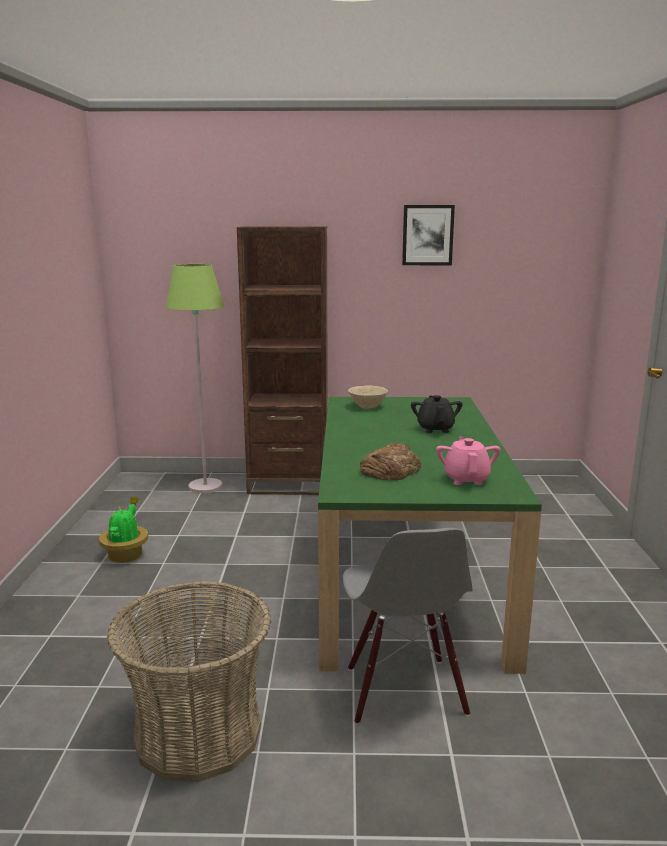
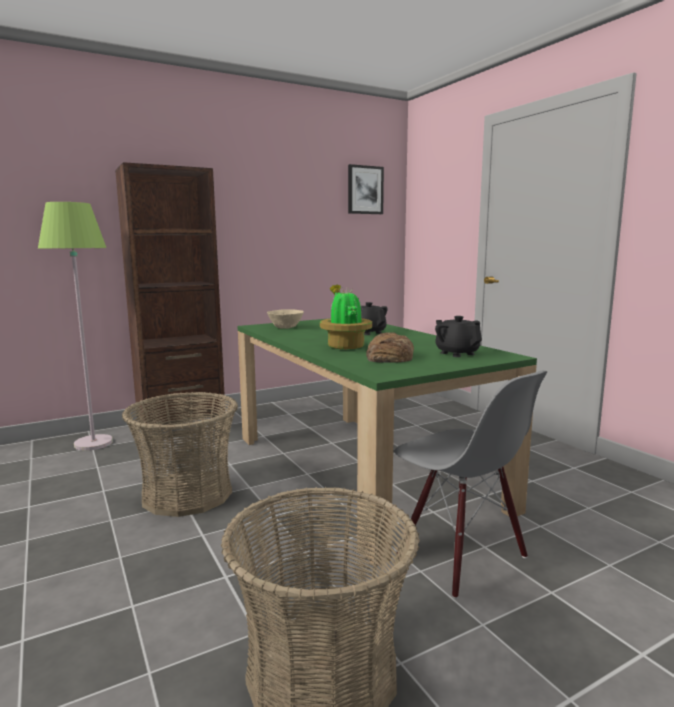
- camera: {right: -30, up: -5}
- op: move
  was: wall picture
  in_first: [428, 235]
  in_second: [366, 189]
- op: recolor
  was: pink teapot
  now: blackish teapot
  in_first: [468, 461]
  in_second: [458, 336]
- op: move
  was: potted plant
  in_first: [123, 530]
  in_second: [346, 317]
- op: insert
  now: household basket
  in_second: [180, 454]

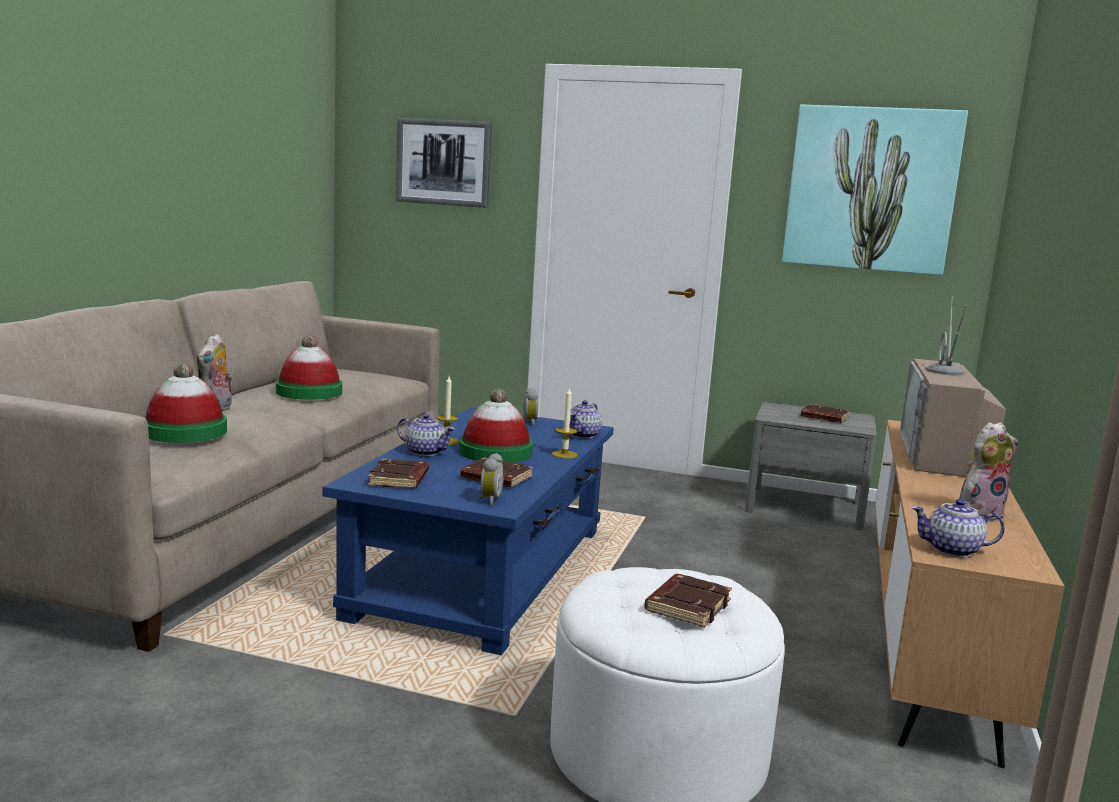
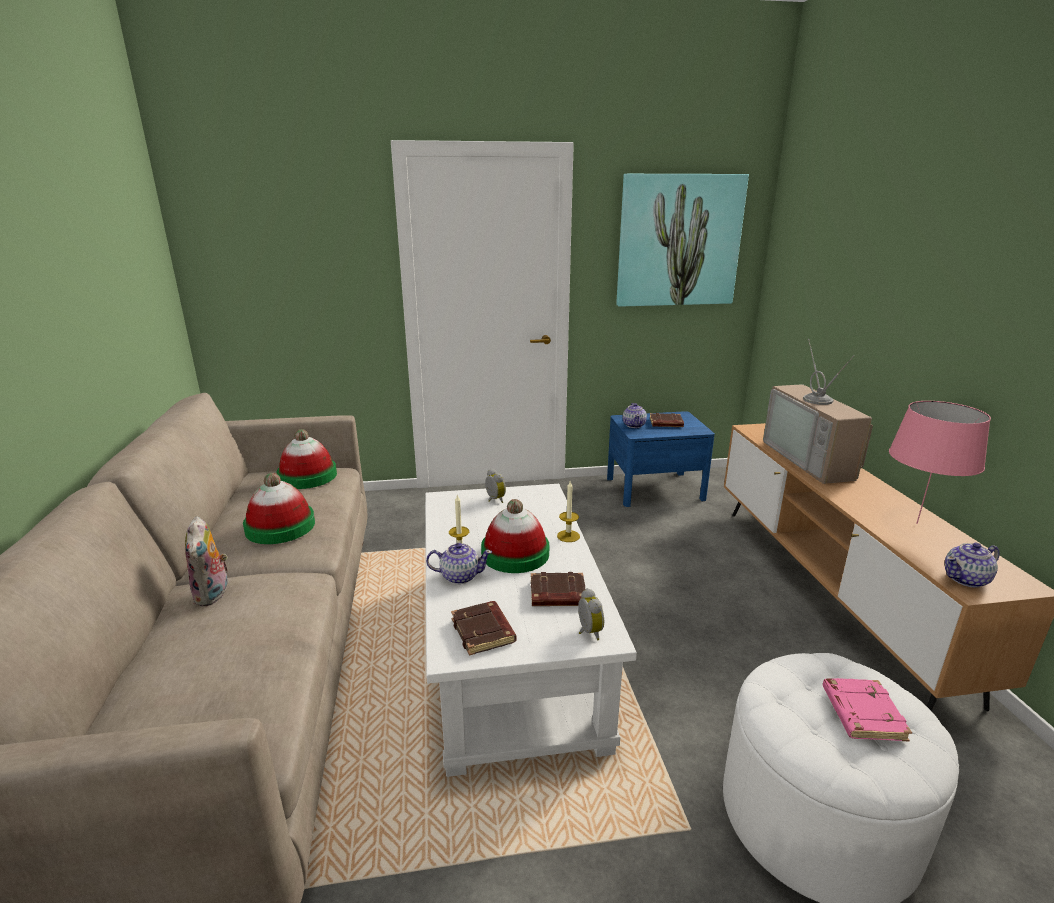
- camera: {right: -25, up: 10}
- op: delete
  was: wall picture
  in_first: [444, 163]
- op: move
  was: clothing hat
  in_first: [186, 403]
  in_second: [307, 459]
- op: move
  was: teapot
  in_first: [585, 419]
  in_second: [635, 415]
- op: recolor
  was: greyish bedside table
  now: bluish bedside table
  in_first: [811, 466]
  in_second: [661, 459]
- op: recolor
  was: bluish low table
  now: white low table
  in_first: [468, 531]
  in_second: [531, 630]
- op: replace
  was: soft toy
  now: pink tabletop lamp
  in_first: [988, 471]
  in_second: [940, 462]
- op: recolor
  was: brown bound book
  now: pink bound book
  in_first: [688, 601]
  in_second: [867, 709]

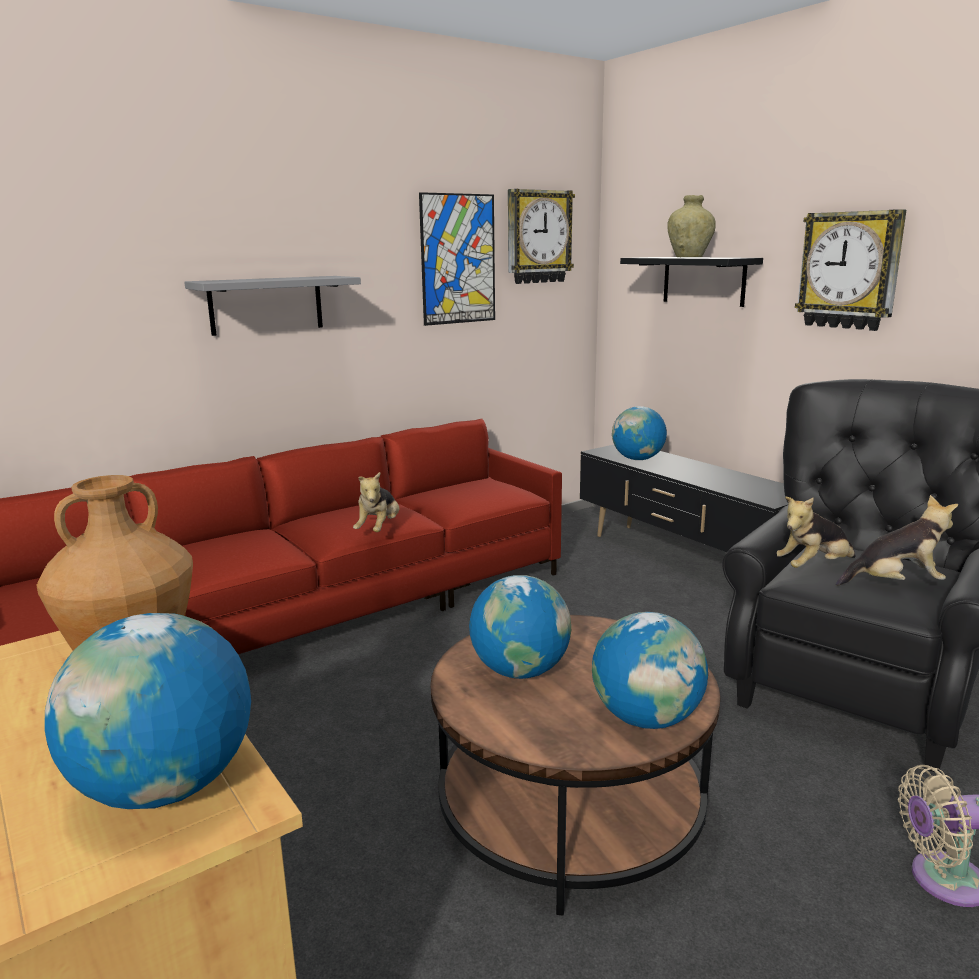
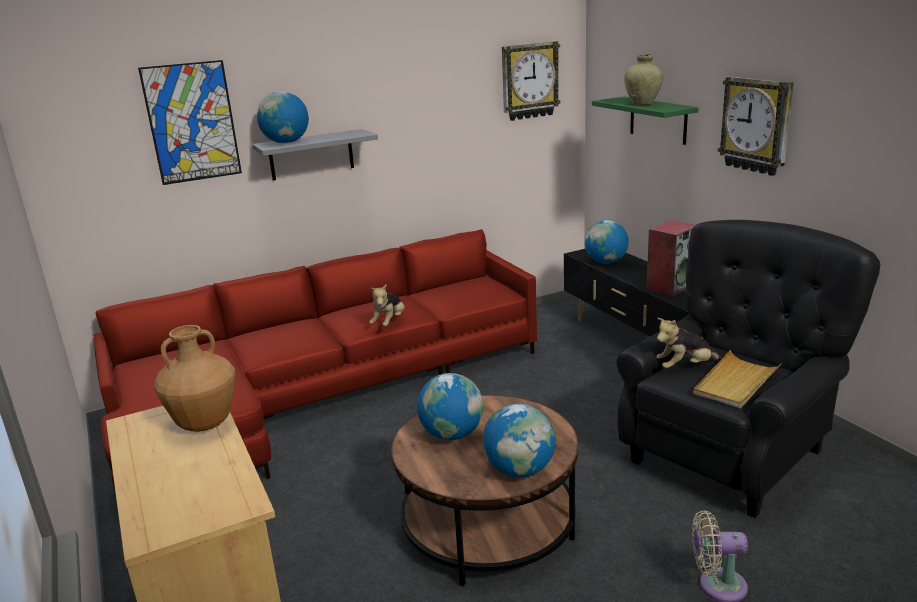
- camera: {right: 10, up: 5}
- op: move
  was: wall picture
  in_first: [457, 259]
  in_second: [190, 122]
- op: recolor
  was: blackish bracket shelf
  now: green bracket shelf
  in_first: [691, 282]
  in_second: [645, 120]
- op: replace
  was: soft toy
  now: beige serving tray
  in_first: [897, 540]
  in_second: [737, 379]
- op: move
  was: desk globe
  in_first: [148, 711]
  in_second: [283, 117]
- op: insert
  now: speaker
  in_second: [671, 258]

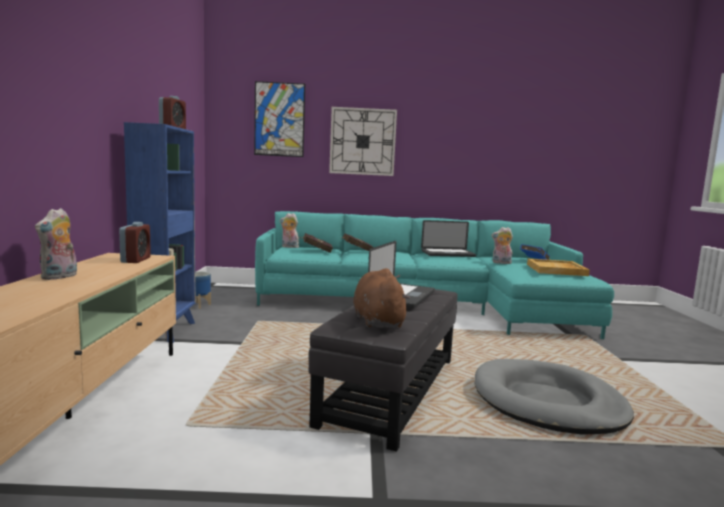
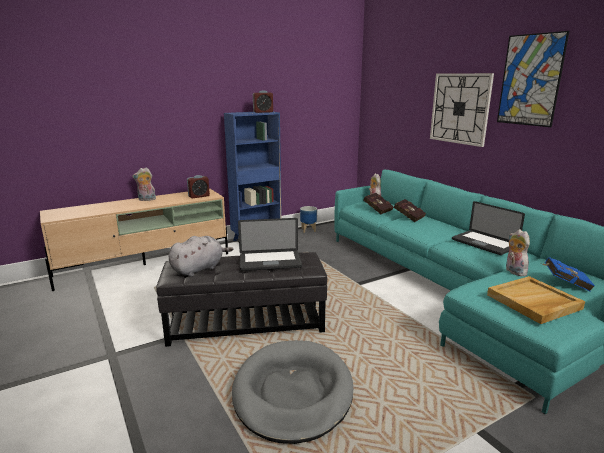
- camera: {right: 60, up: 10}
- op: move
  was: wall picture
  in_first: [279, 119]
  in_second: [533, 79]
- op: recolor
  was: brown soft toy
  now: greyish soft toy
  in_first: [381, 298]
  in_second: [201, 256]

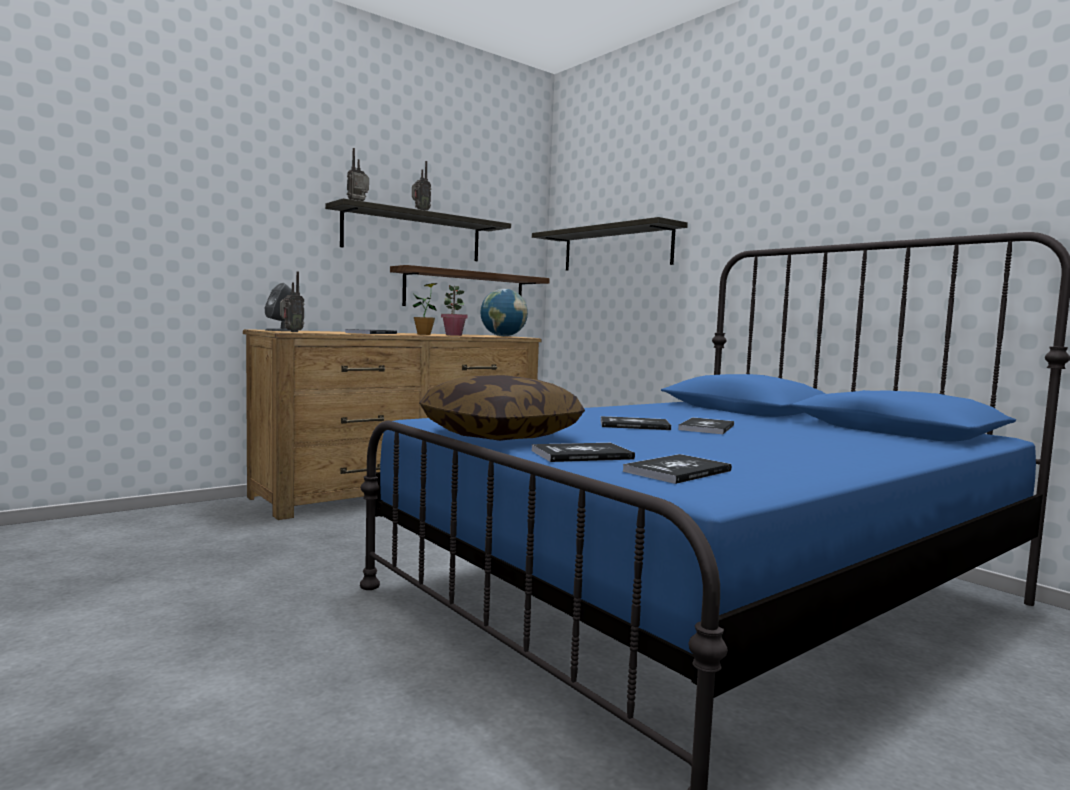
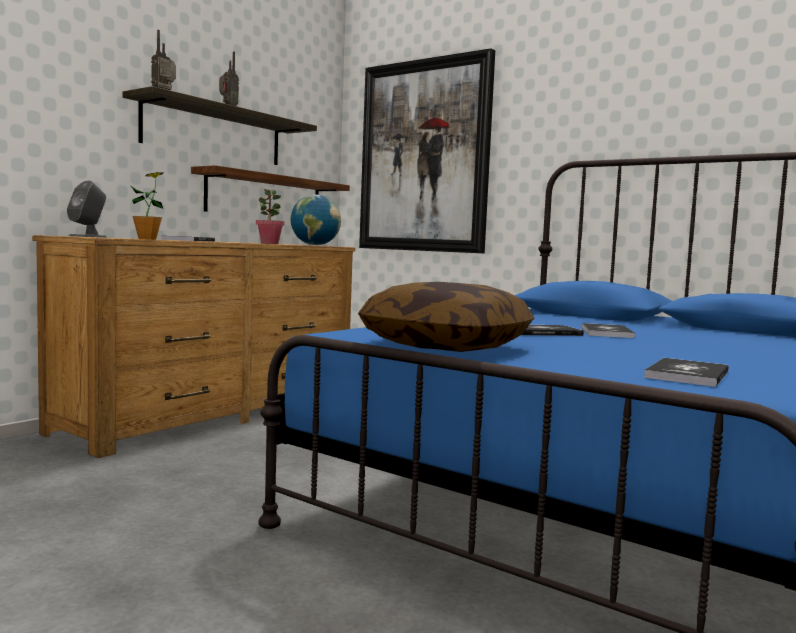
- camera: {right: -15, up: 0}
- op: replace
  was: bracket shelf
  now: wall picture
  in_first: [610, 244]
  in_second: [427, 150]
- op: delete
  was: radio set
  in_first: [292, 302]
- op: move
  was: potted plant
  in_first: [425, 309]
  in_second: [146, 206]
- op: delete
  was: bound book
  in_first: [583, 452]

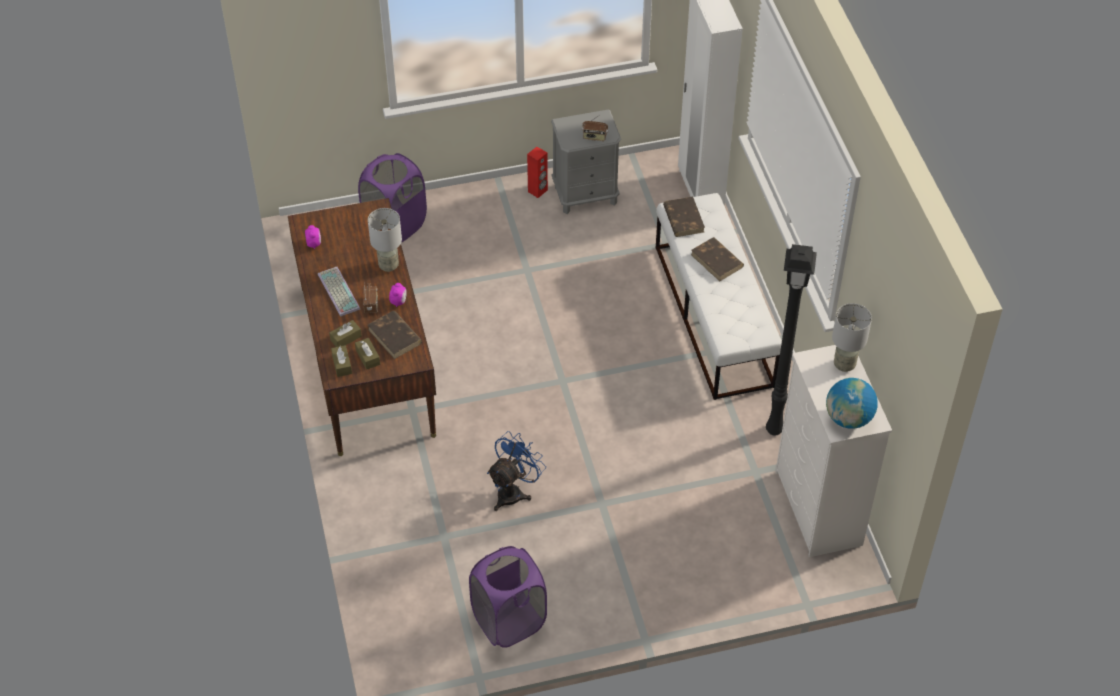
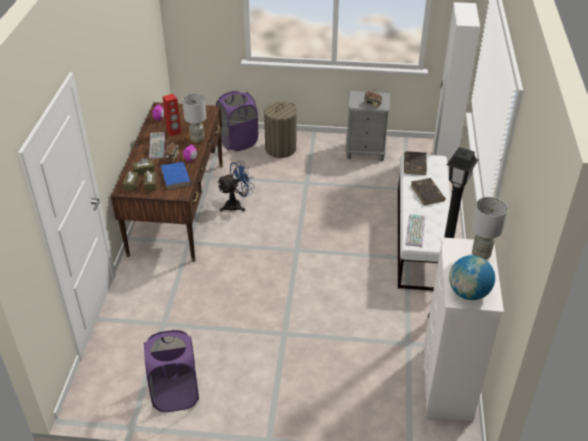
- camera: {right: 20, up: -10}
- op: move
  was: reddish speaker
  in_first: [537, 172]
  in_second: [171, 115]
- op: recolor
  was: brown bound book
  now: bluish bound book
  in_first: [395, 335]
  in_second: [176, 176]
- op: move
  was: bluish electric fan
  in_first: [516, 471]
  in_second: [236, 186]
- op: insert
  now: hamper
  in_second: [280, 130]
- op: insert
  now: keyboard
  in_second: [415, 230]

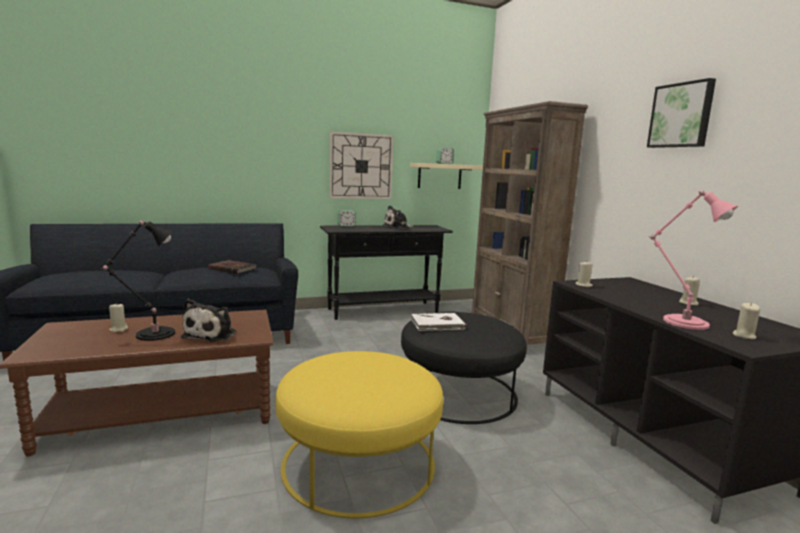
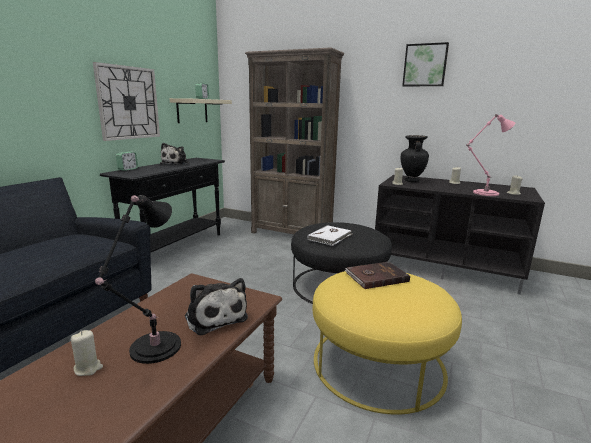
- camera: {right: -45, up: 5}
- op: move
  was: brown bound book
  in_first: [233, 267]
  in_second: [377, 275]
- op: insert
  now: blackish decorative vase
  in_second: [415, 158]

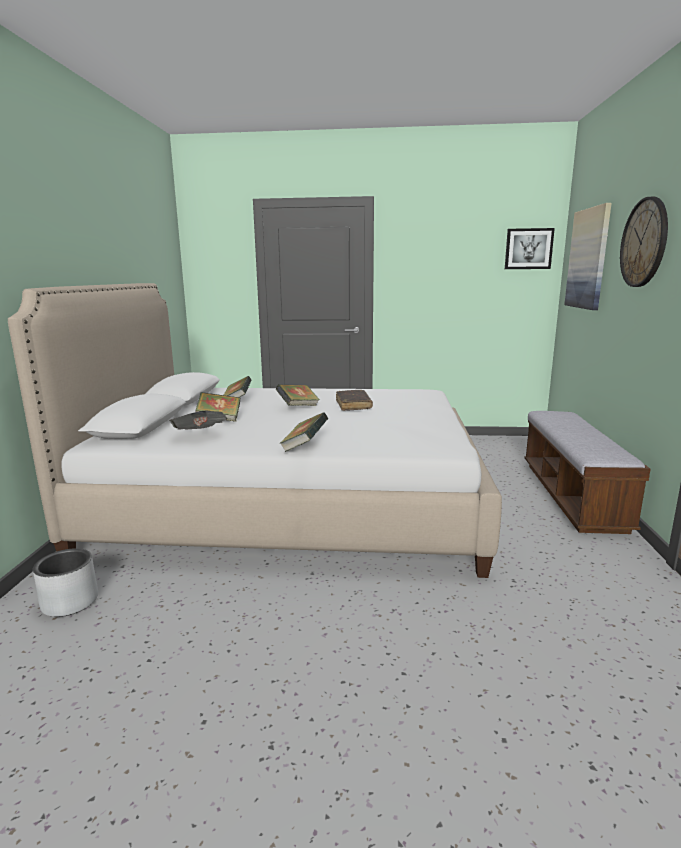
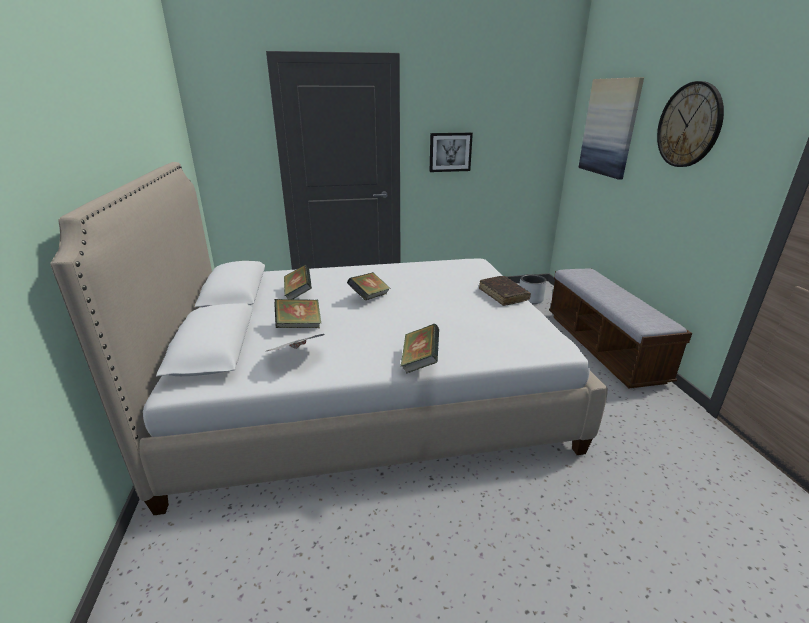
- camera: {right: -15, up: 10}
- op: move
  was: wall picture
  in_first: [530, 248]
  in_second: [451, 152]
- op: move
  was: brown bound book
  in_first: [354, 400]
  in_second: [505, 291]
- op: move
  was: greyish flower pot
  in_first: [65, 582]
  in_second: [532, 289]

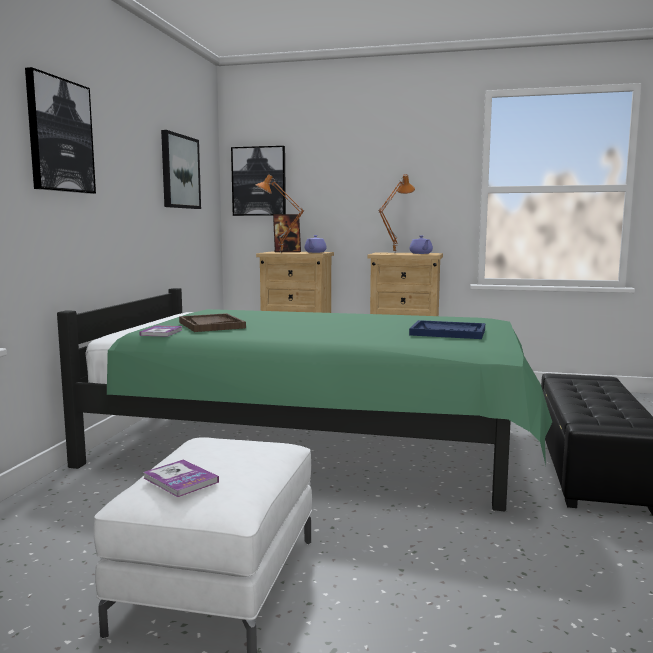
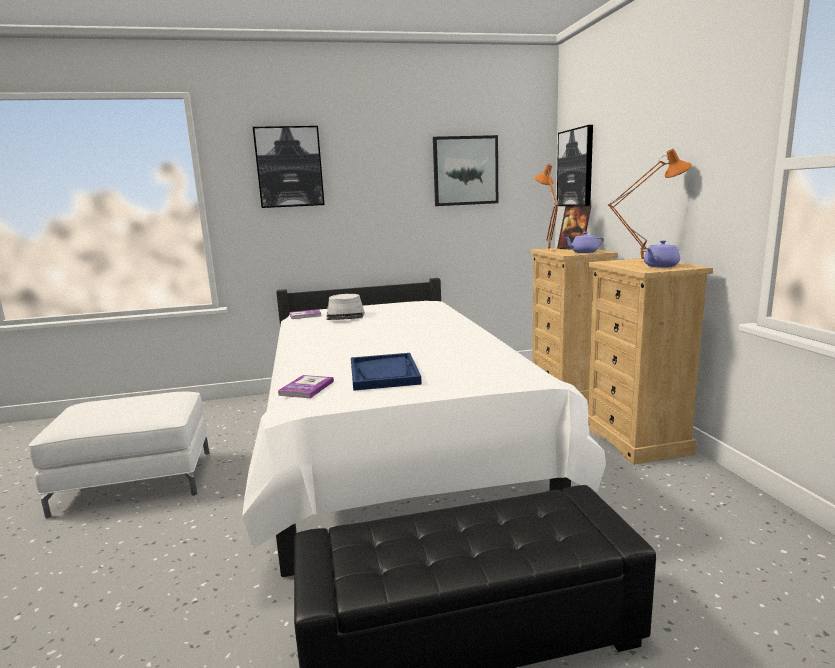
- camera: {right: 65, up: 5}
- op: recolor
  was: green bedroom bed
  now: white bedroom bed
  in_first: [304, 399]
  in_second: [424, 427]
- op: replace
  was: brown serving tray
  now: greyish clothing hat
  in_first: [212, 322]
  in_second: [345, 307]
- op: move
  was: bound book
  in_first: [181, 478]
  in_second: [306, 386]

